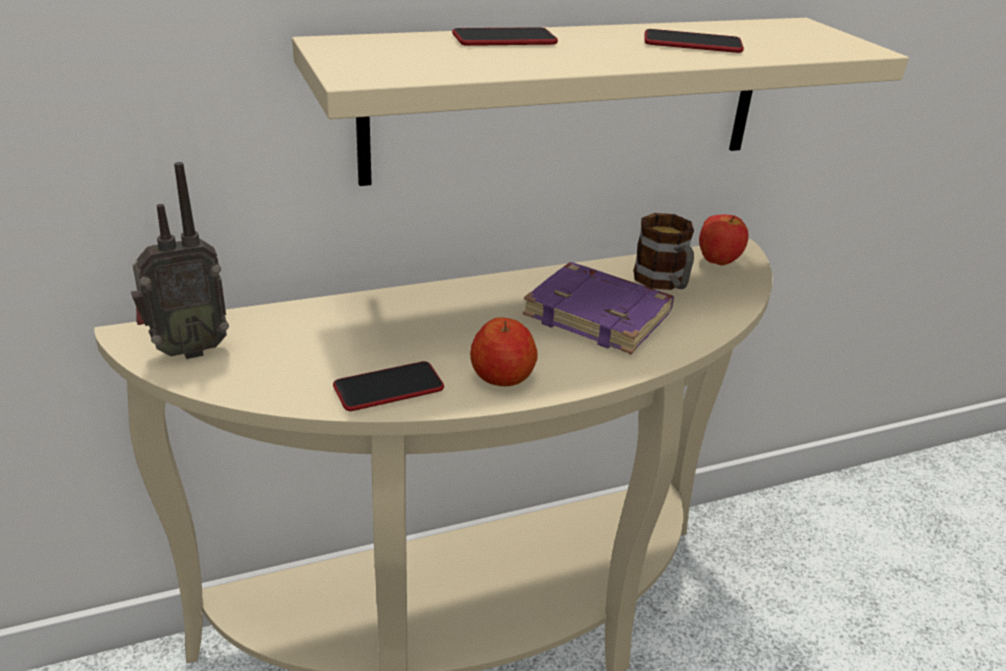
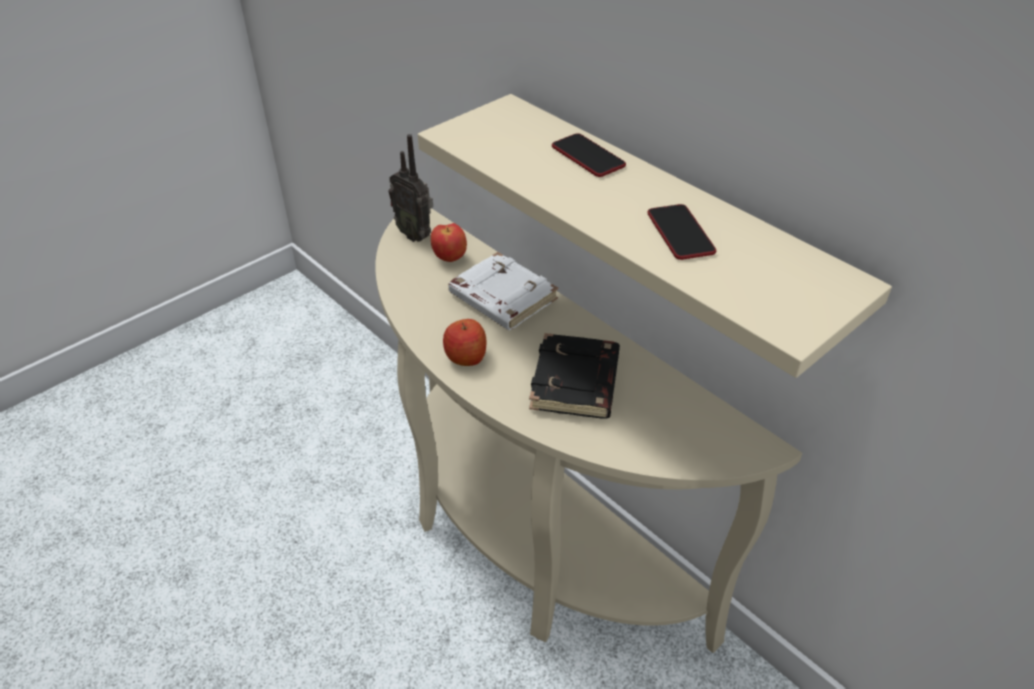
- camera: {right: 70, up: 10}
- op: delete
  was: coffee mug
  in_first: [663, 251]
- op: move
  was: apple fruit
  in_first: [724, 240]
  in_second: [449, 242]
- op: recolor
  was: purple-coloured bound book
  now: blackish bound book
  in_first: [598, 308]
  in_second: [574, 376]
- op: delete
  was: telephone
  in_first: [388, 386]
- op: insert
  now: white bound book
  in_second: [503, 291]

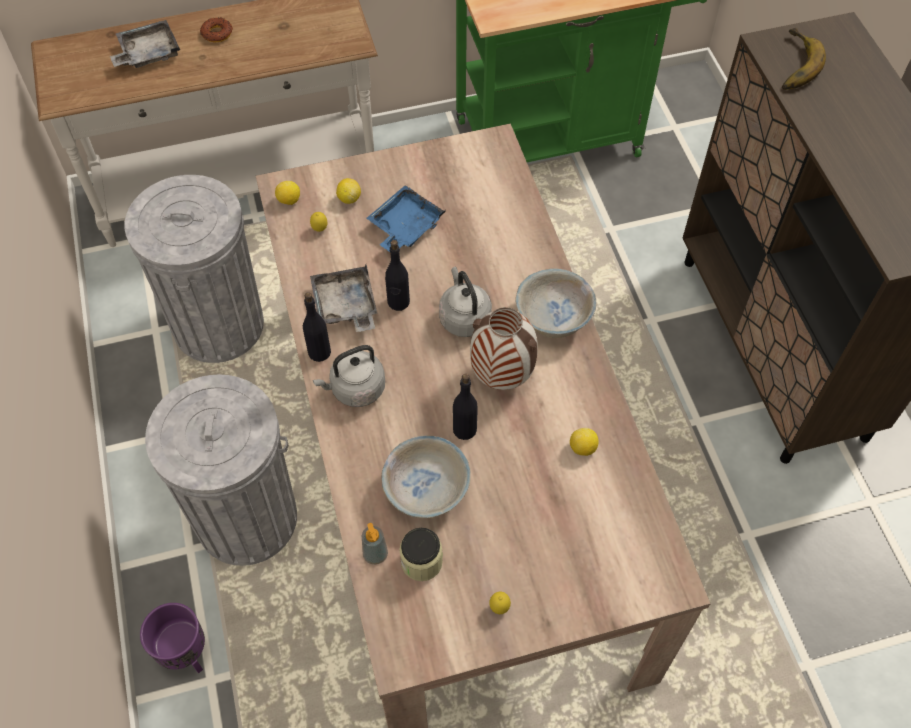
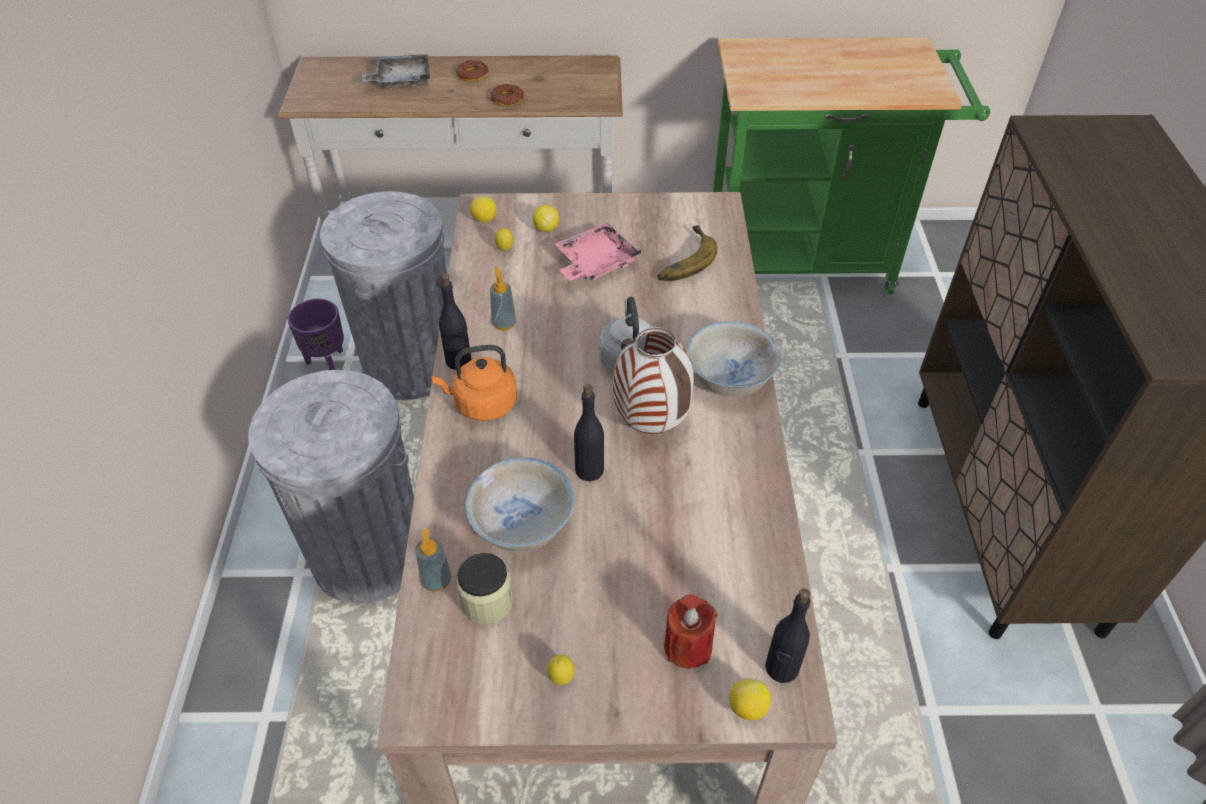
- camera: {right: 15, up: -10}
- op: move
  was: whole banana
  in_first: [804, 59]
  in_second: [687, 253]
- op: recolor
  was: bluish serving tray
  now: pink serving tray
  in_first: [406, 218]
  in_second: [598, 252]
- op: move
  was: blackish beverage bottle
  in_first: [397, 275]
  in_second: [787, 636]
- op: replace
  was: greyish serving tray
  now: soap bottle
  in_first: [343, 298]
  in_second: [503, 299]
- op: recolor
  was: greyish water kettle
  now: orange-coloured water kettle
  in_first: [349, 376]
  in_second: [474, 383]
- op: move
  was: lemon
  in_first: [584, 442]
  in_second: [750, 700]
- op: move
  was: purple-coloured flower pot
  in_first: [172, 638]
  in_second: [316, 334]
- op: insert
  now: donut
  in_second: [507, 95]
- op: insert
  now: reddish wax candle
  in_second: [691, 632]

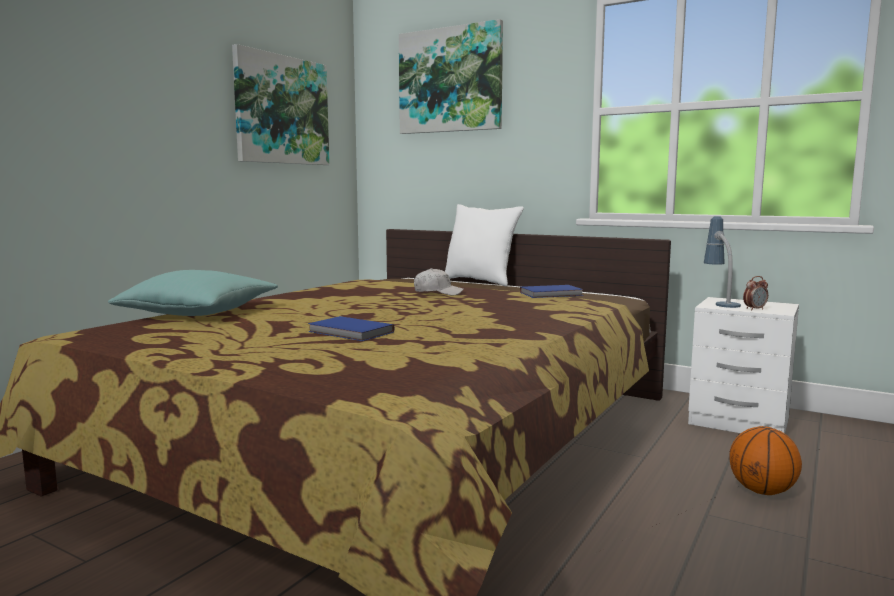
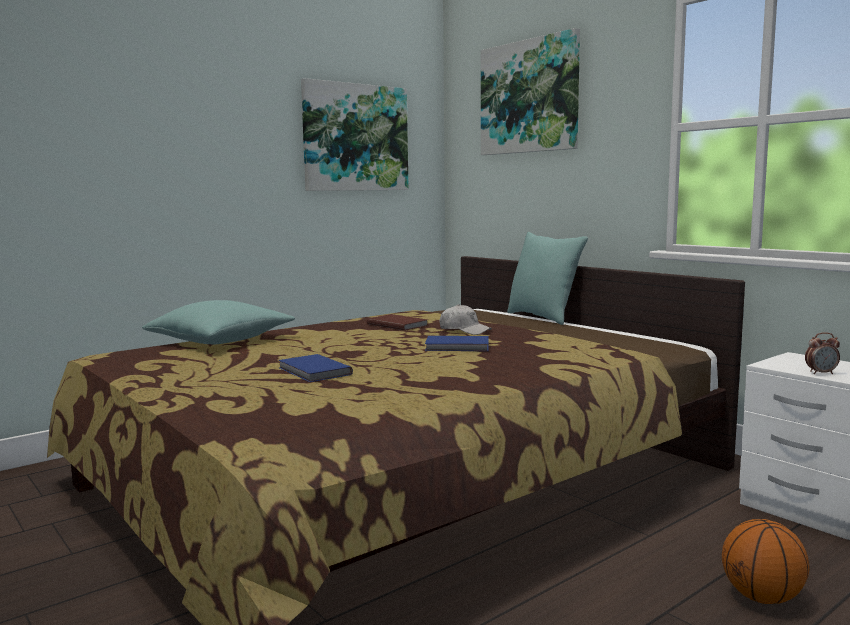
- camera: {right: 20, up: 0}
- op: recolor
  was: white cushion
  now: blue-green cushion
  in_first: [484, 245]
  in_second: [547, 278]
- op: delete
  was: tabletop lamp
  in_first: [722, 262]
- op: move
  was: bluish bound book
  in_first: [552, 291]
  in_second: [457, 343]
- op: insert
  now: brown bound book
  in_second: [397, 322]

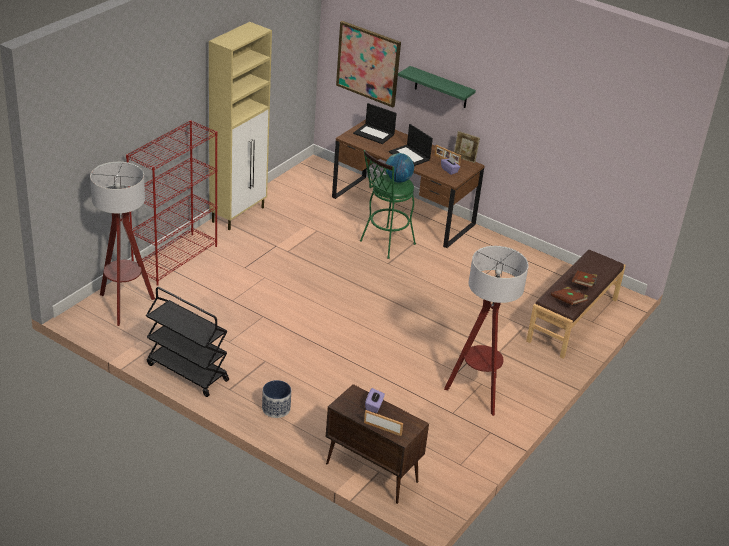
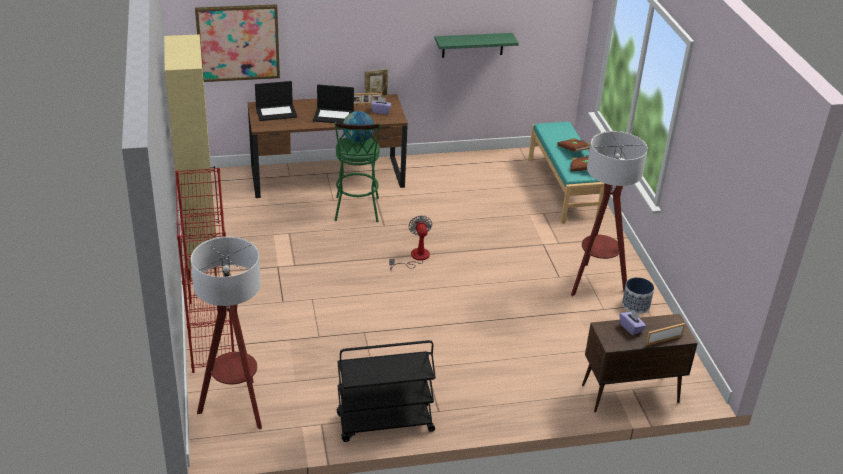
- camera: {right: -45, up: 0}
- op: move
  was: green bracket shelf
  in_first: [437, 87]
  in_second: [477, 45]
- op: recolor
  was: brown indoor bench
  now: blue-green indoor bench
  in_first: [576, 304]
  in_second: [566, 173]
- op: move
  was: flower pot
  in_first: [276, 399]
  in_second: [638, 295]
- op: insert
  now: electric fan
  in_second: [410, 242]

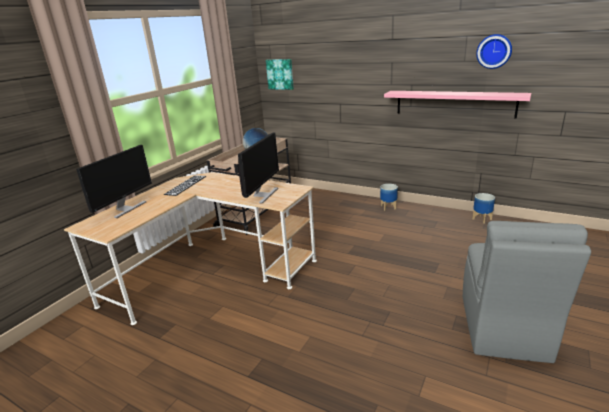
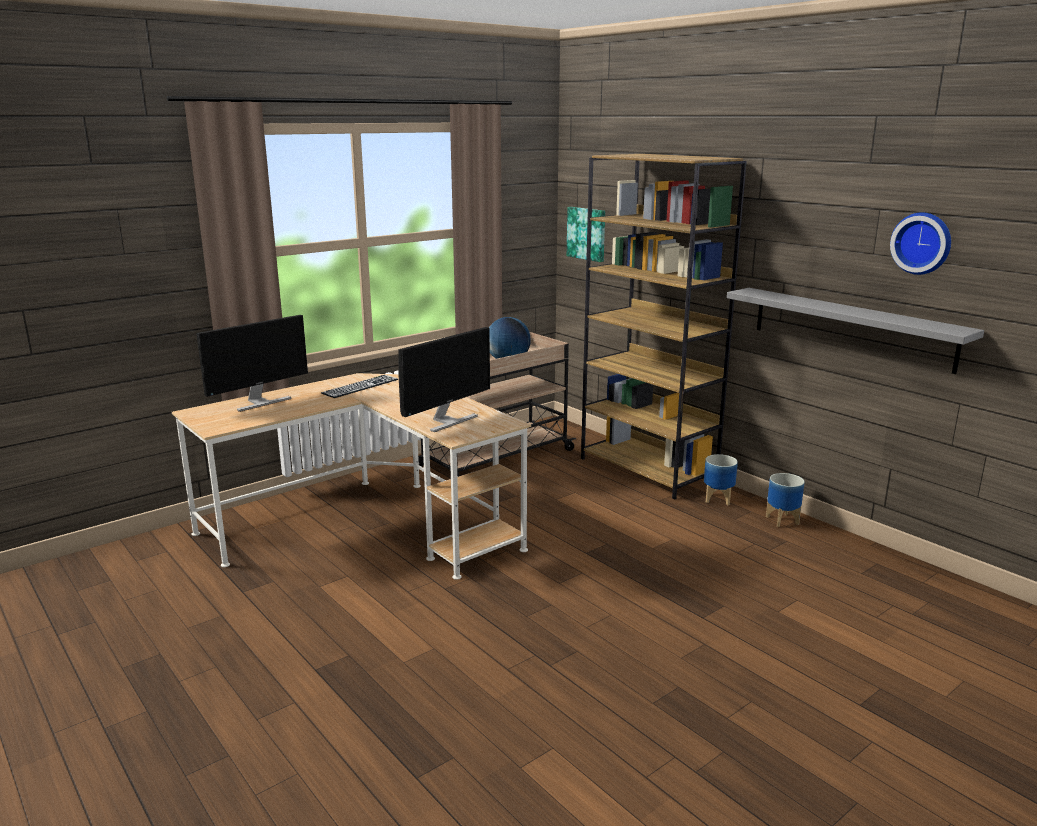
- camera: {right: 20, up: -5}
- op: recolor
  was: pink bracket shelf
  now: greyish bracket shelf
  in_first: [457, 104]
  in_second: [855, 331]
- op: move
  was: flower pot
  in_first: [483, 208]
  in_second: [785, 500]
- op: delete
  was: greyish plain chair
  in_first: [527, 292]
- op: insert
  now: brown bookcase
  in_second: [664, 327]

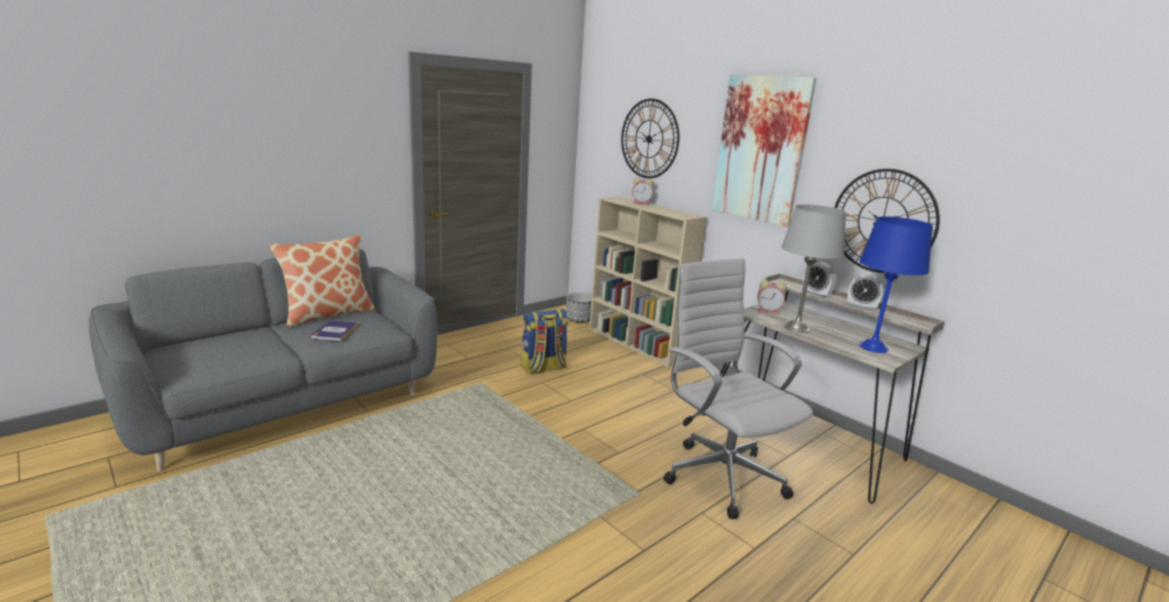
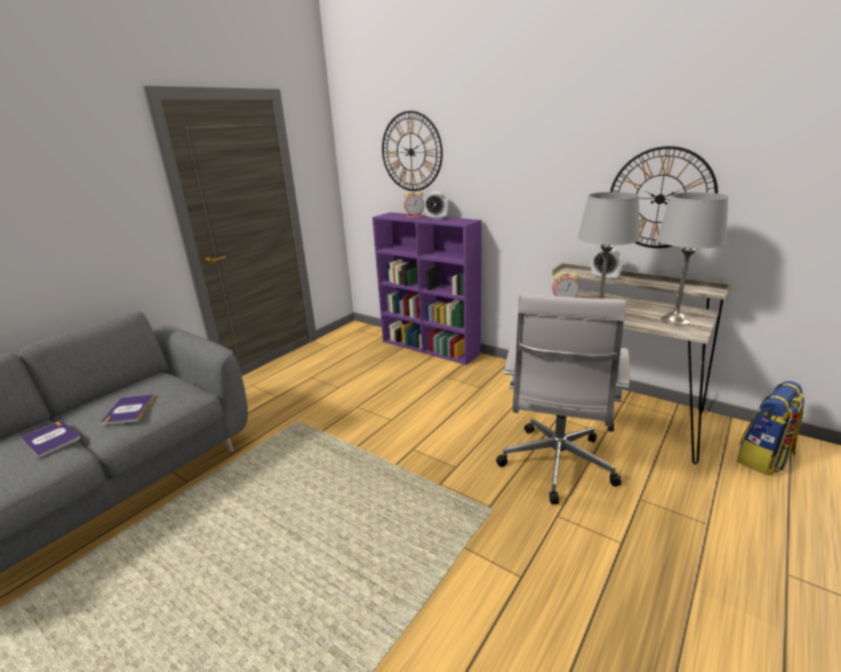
- camera: {right: -10, up: 5}
- op: delete
  was: wall picture
  in_first: [764, 151]
- op: recolor
  was: beige bookcase
  now: purple-coloured bookcase
  in_first: [648, 281]
  in_second: [427, 288]
- op: recolor
  was: bluish tabletop lamp
  now: greyish tabletop lamp
  in_first: [896, 284]
  in_second: [692, 259]
- op: delete
  was: cushion
  in_first: [323, 280]
- op: rotate
  was: white computer chair
  in_first: [738, 388]
  in_second: [563, 398]
  clockwise: -120
- op: move
  was: bedside clock
  in_first: [865, 291]
  in_second: [436, 205]
- op: delete
  was: flower pot
  in_first: [579, 307]
- op: move
  was: knapsack
  in_first: [544, 341]
  in_second: [770, 428]
- op: insert
  now: bound book
  in_second: [50, 439]

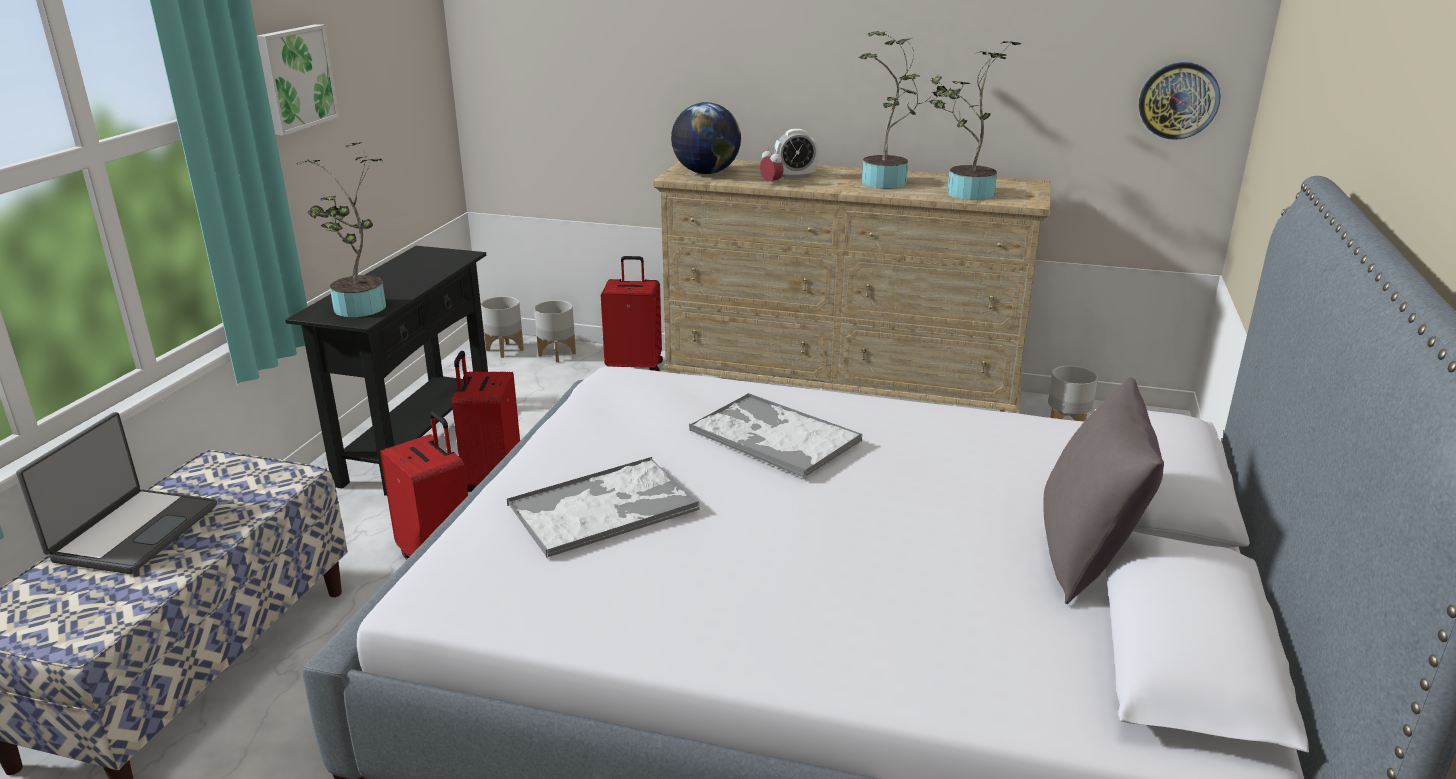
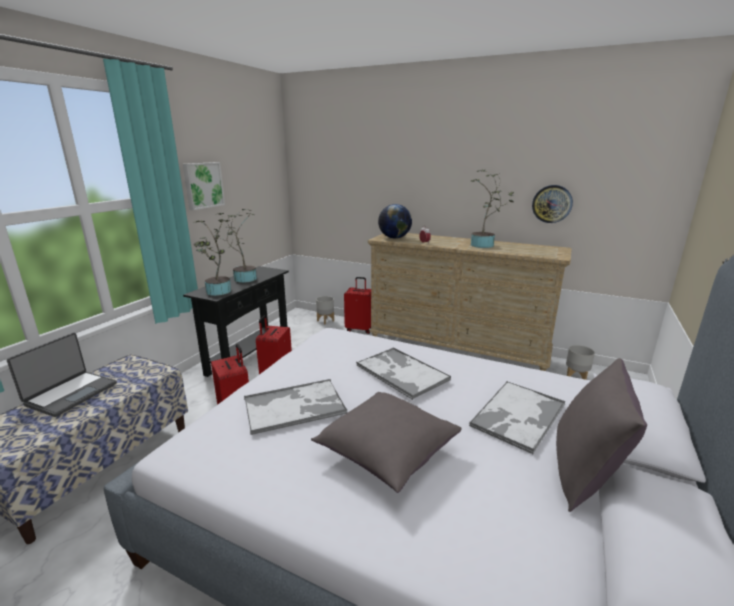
- camera: {right: 10, up: -5}
- op: move
  was: potted plant
  in_first: [975, 120]
  in_second: [235, 246]
- op: move
  was: hanging clock
  in_first: [1180, 101]
  in_second: [552, 204]
- op: delete
  was: bedside clock
  in_first: [796, 154]
- op: delete
  was: greyish flower pot
  in_first: [502, 327]
- op: insert
  now: serving tray
  in_second: [516, 417]
- op: insert
  now: greyish cushion
  in_second: [386, 442]

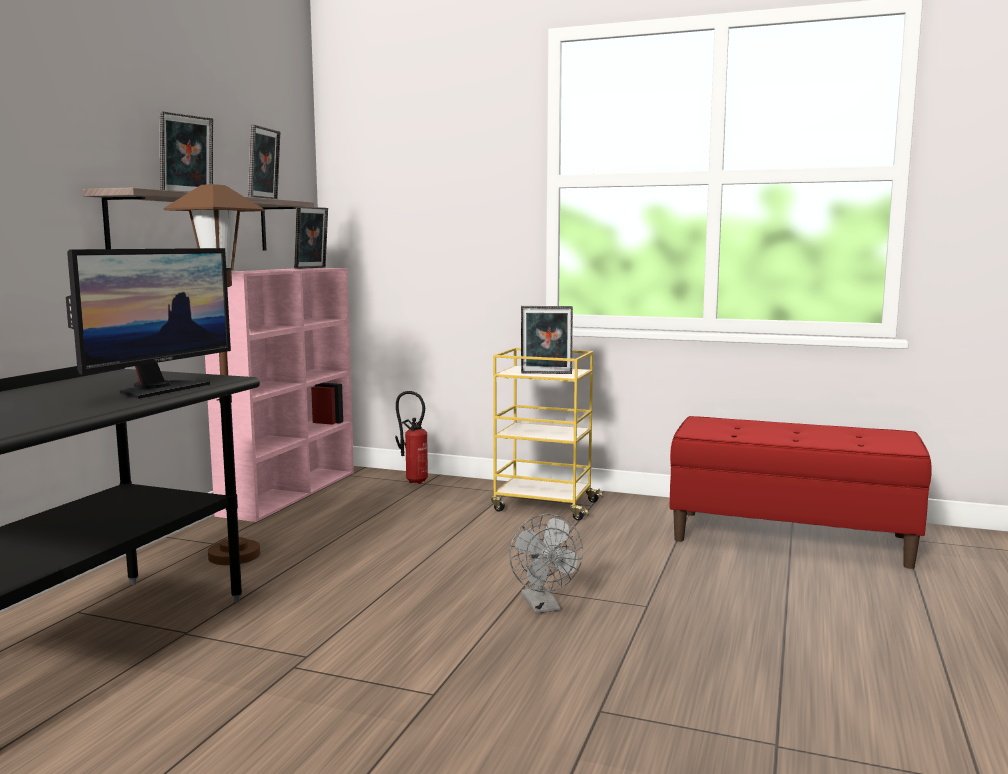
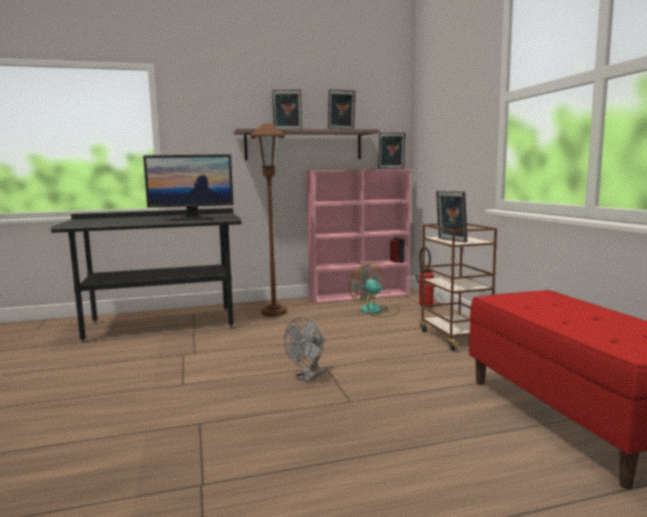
- camera: {right: 55, up: 0}
- op: recolor
  was: yellowish trolley
  now: brown trolley
  in_first: [547, 434]
  in_second: [458, 287]
- op: insert
  now: electric fan
  in_second: [374, 290]

